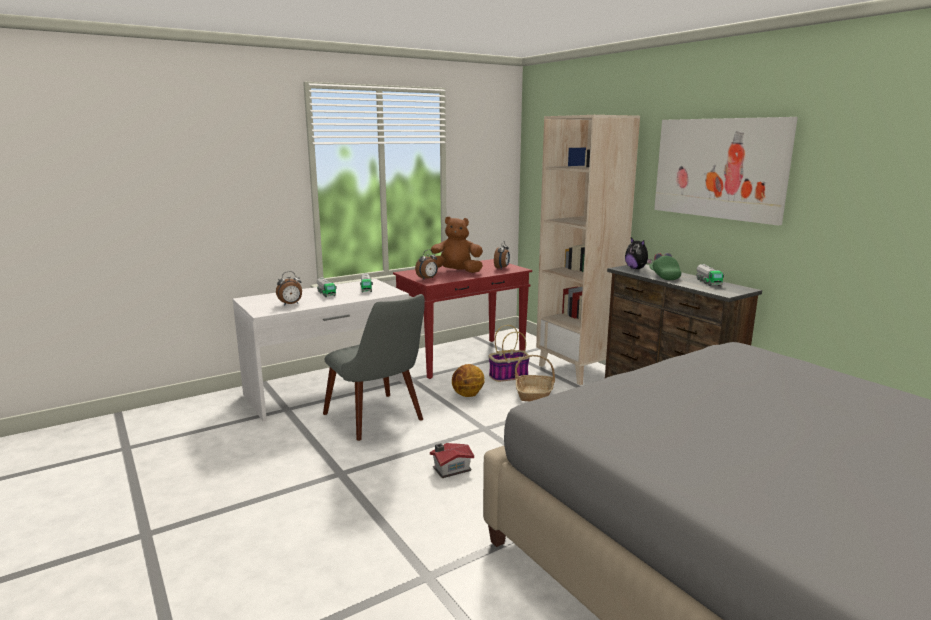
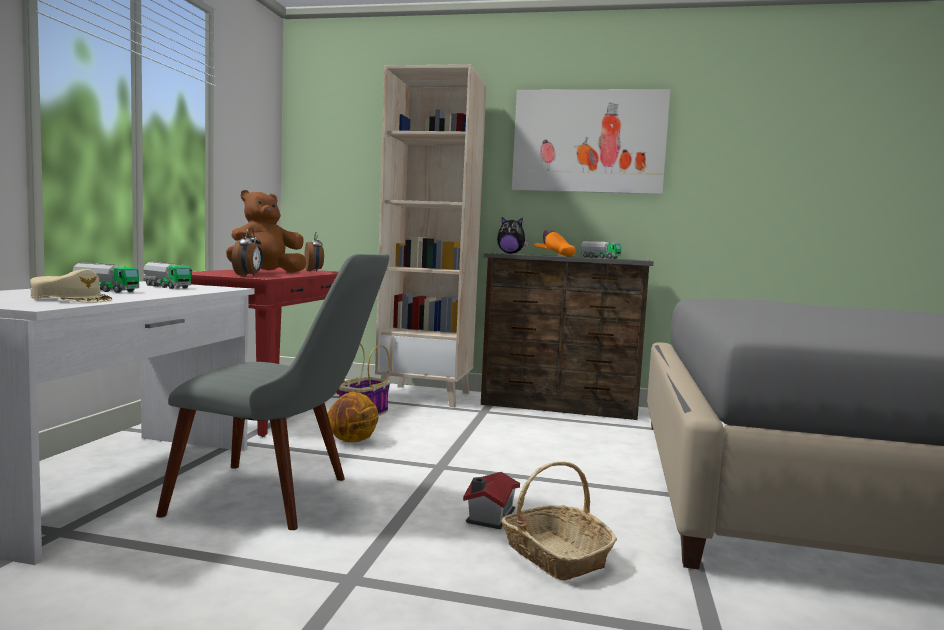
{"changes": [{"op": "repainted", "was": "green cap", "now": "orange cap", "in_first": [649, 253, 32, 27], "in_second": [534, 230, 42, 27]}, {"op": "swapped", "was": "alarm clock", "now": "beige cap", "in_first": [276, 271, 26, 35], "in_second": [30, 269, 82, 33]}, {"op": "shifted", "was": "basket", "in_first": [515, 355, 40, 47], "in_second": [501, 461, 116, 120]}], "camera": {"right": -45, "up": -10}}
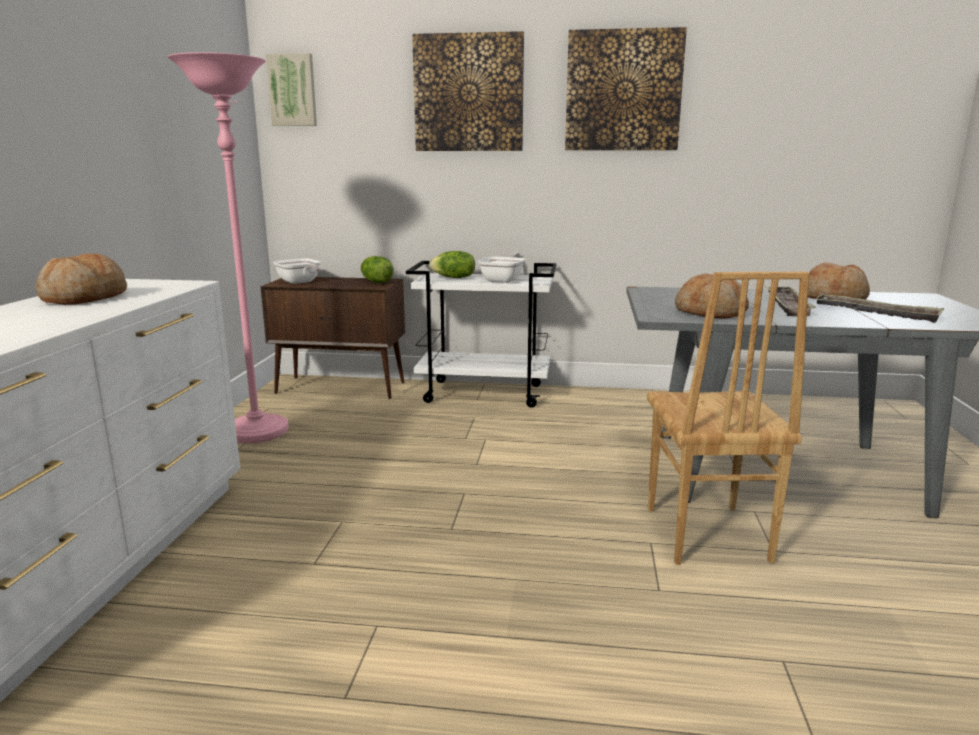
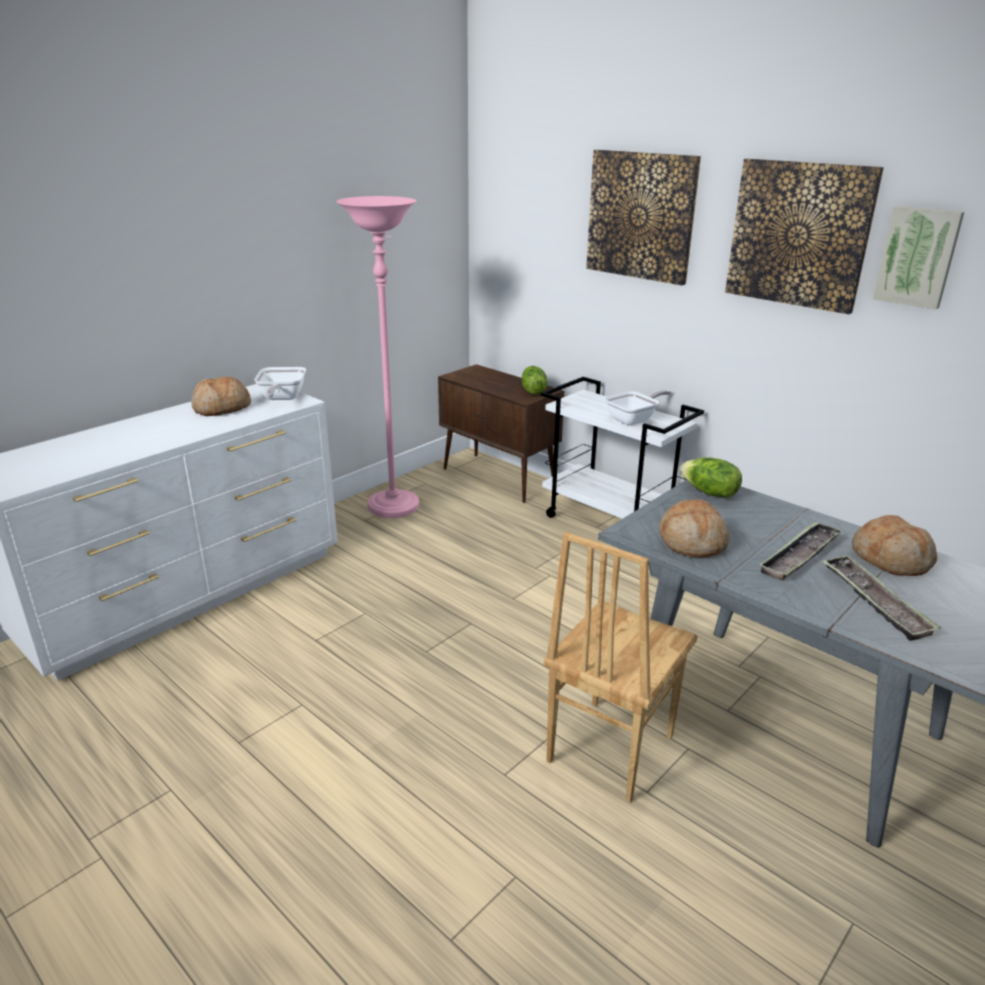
{"changes": [{"op": "shifted", "was": "picture", "in_first": [266, 53, 51, 73], "in_second": [873, 206, 91, 103]}, {"op": "shifted", "was": "lettuce", "in_first": [429, 251, 46, 27], "in_second": [680, 457, 62, 41]}, {"op": "shifted", "was": "frying pan", "in_first": [273, 258, 48, 26], "in_second": [254, 367, 52, 33]}], "camera": {"right": 35, "up": 10}}
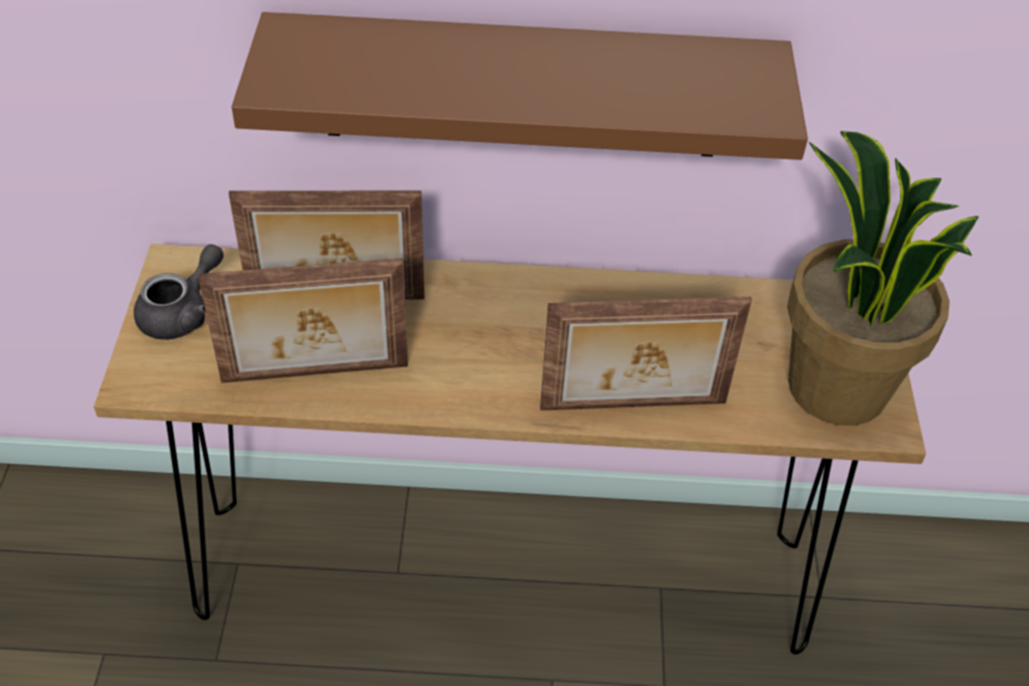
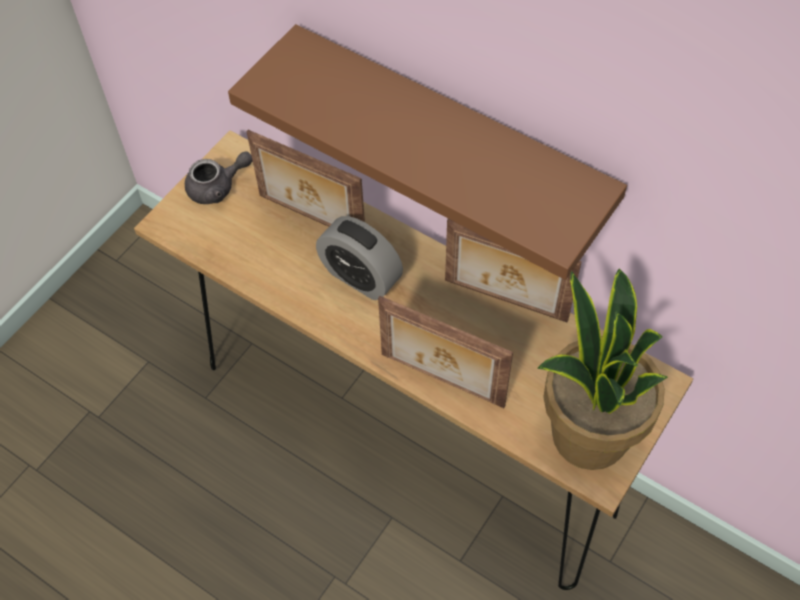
{"changes": [{"op": "shifted", "was": "picture frame", "in_first": [198, 258, 210, 125], "in_second": [445, 219, 137, 103]}, {"op": "new", "now": "alarm clock", "in_second": [316, 216, 87, 84]}], "camera": {"right": 35, "up": 10}}
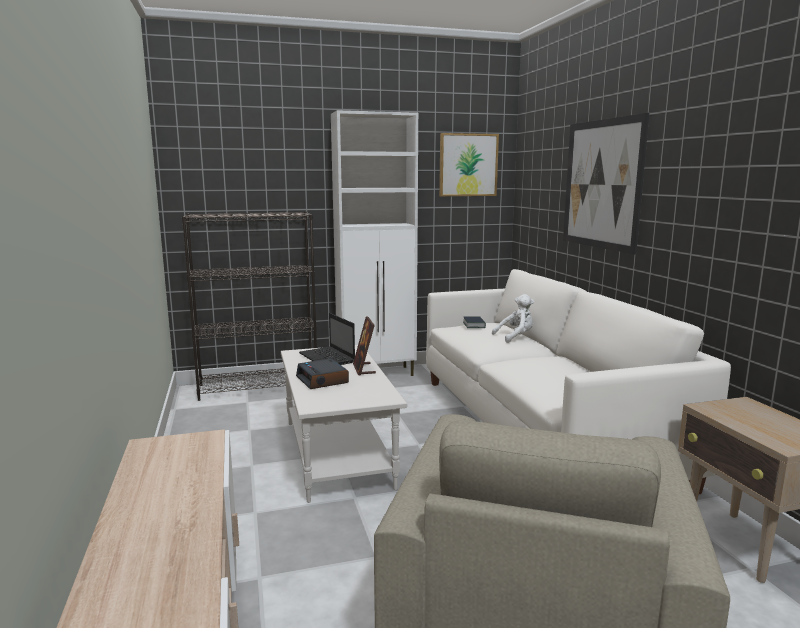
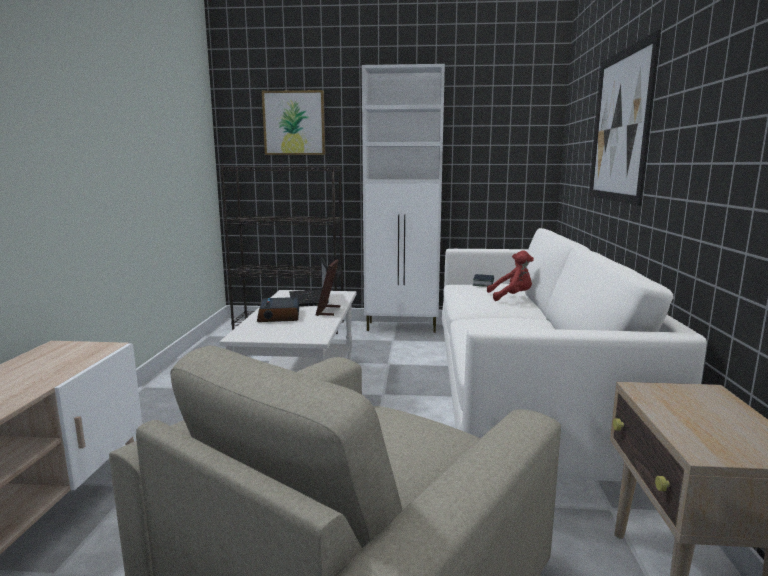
{"changes": [{"op": "shifted", "was": "picture", "in_first": [439, 133, 60, 63], "in_second": [262, 90, 63, 65]}, {"op": "repainted", "was": "white plush toy", "now": "red plush toy", "in_first": [492, 294, 42, 49], "in_second": [487, 250, 47, 51]}], "camera": {"right": 20, "up": 0}}
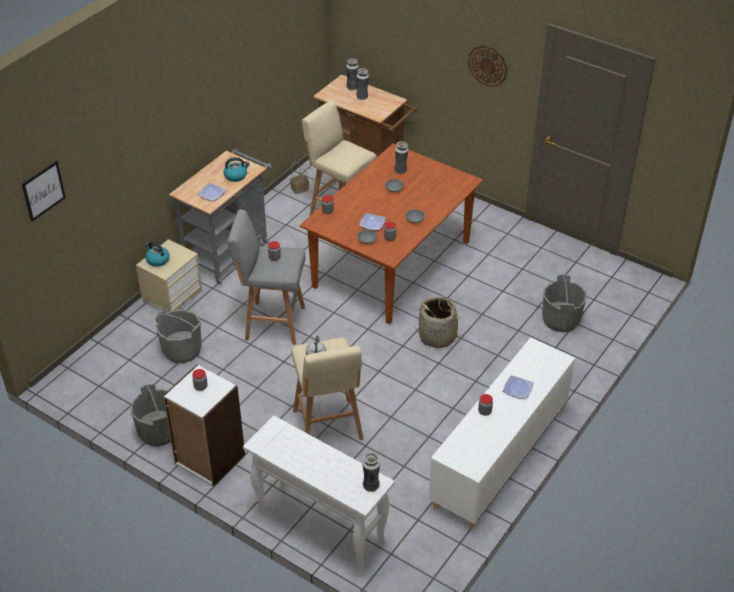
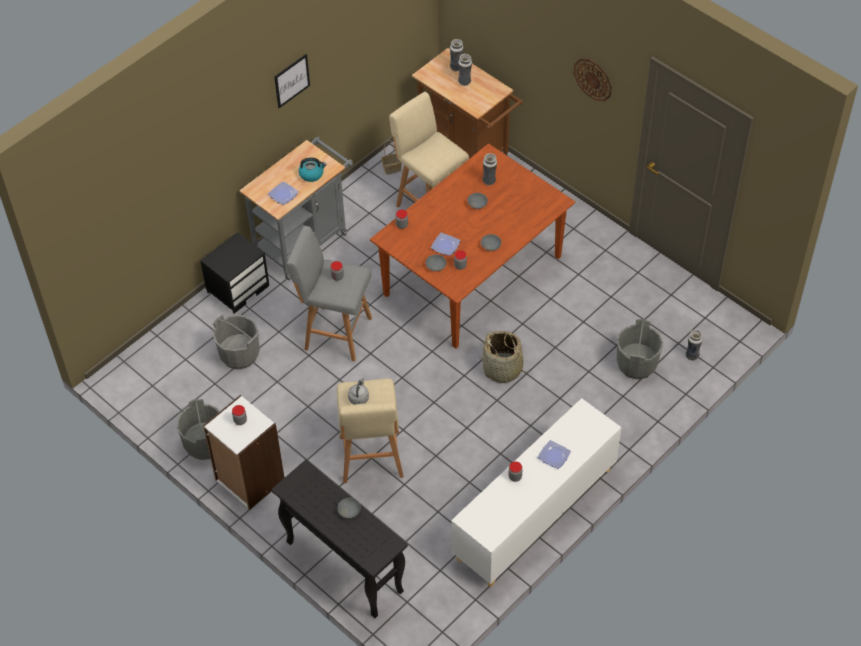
{"changes": [{"op": "shifted", "was": "picture", "in_first": [22, 161, 44, 60], "in_second": [274, 54, 36, 54]}, {"op": "repainted", "was": "beige nightstand", "now": "black nightstand", "in_first": [136, 239, 66, 73], "in_second": [200, 232, 69, 82]}, {"op": "gone", "was": "kettle", "in_first": [145, 241, 25, 26]}, {"op": "repainted", "was": "white console table", "now": "black console table", "in_first": [243, 415, 152, 159], "in_second": [271, 460, 137, 158]}, {"op": "shifted", "was": "vase", "in_first": [362, 452, 18, 40], "in_second": [685, 329, 18, 32]}, {"op": "new", "now": "grey bowl", "in_second": [337, 498, 24, 20]}], "camera": {"right": 10, "up": 10}}
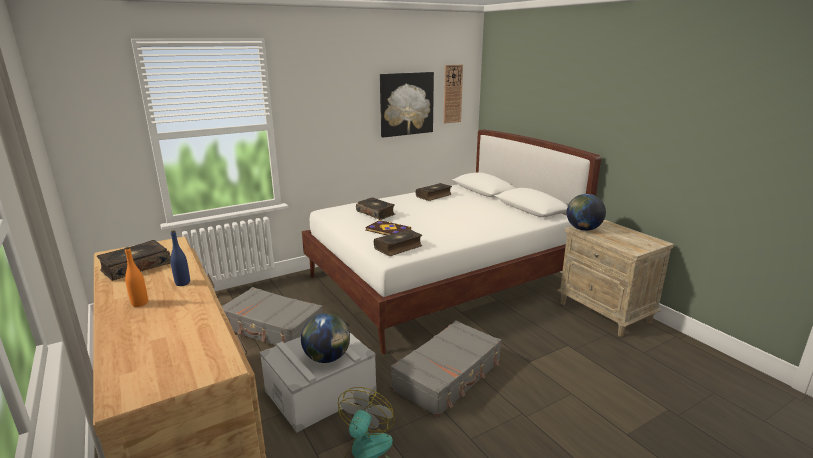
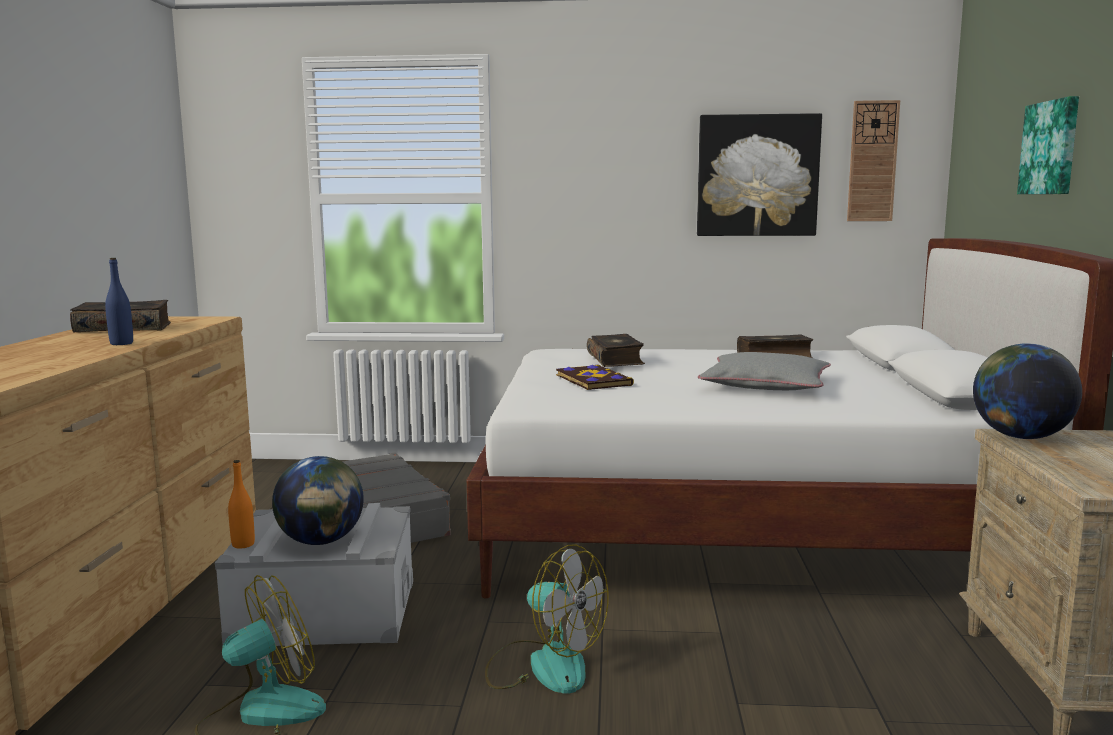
{"changes": [{"op": "gone", "was": "book", "in_first": [374, 229, 48, 27]}, {"op": "shifted", "was": "orange bottle", "in_first": [125, 247, 23, 60], "in_second": [228, 460, 27, 89]}, {"op": "swapped", "was": "grey suitcase", "now": "fan", "in_first": [391, 320, 111, 97], "in_second": [485, 544, 123, 150]}, {"op": "new", "now": "picture", "in_second": [1017, 96, 62, 98]}, {"op": "new", "now": "grey pillow", "in_second": [698, 352, 133, 38]}], "camera": {"right": 35, "up": -10}}
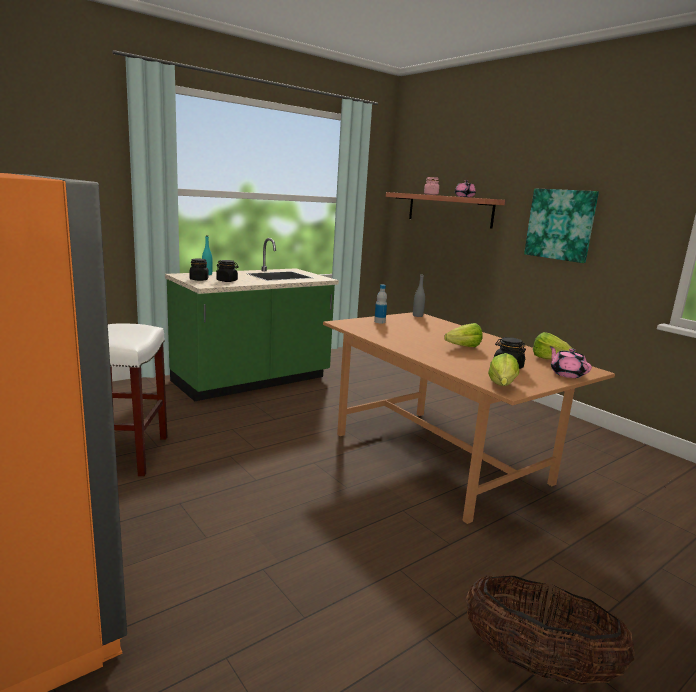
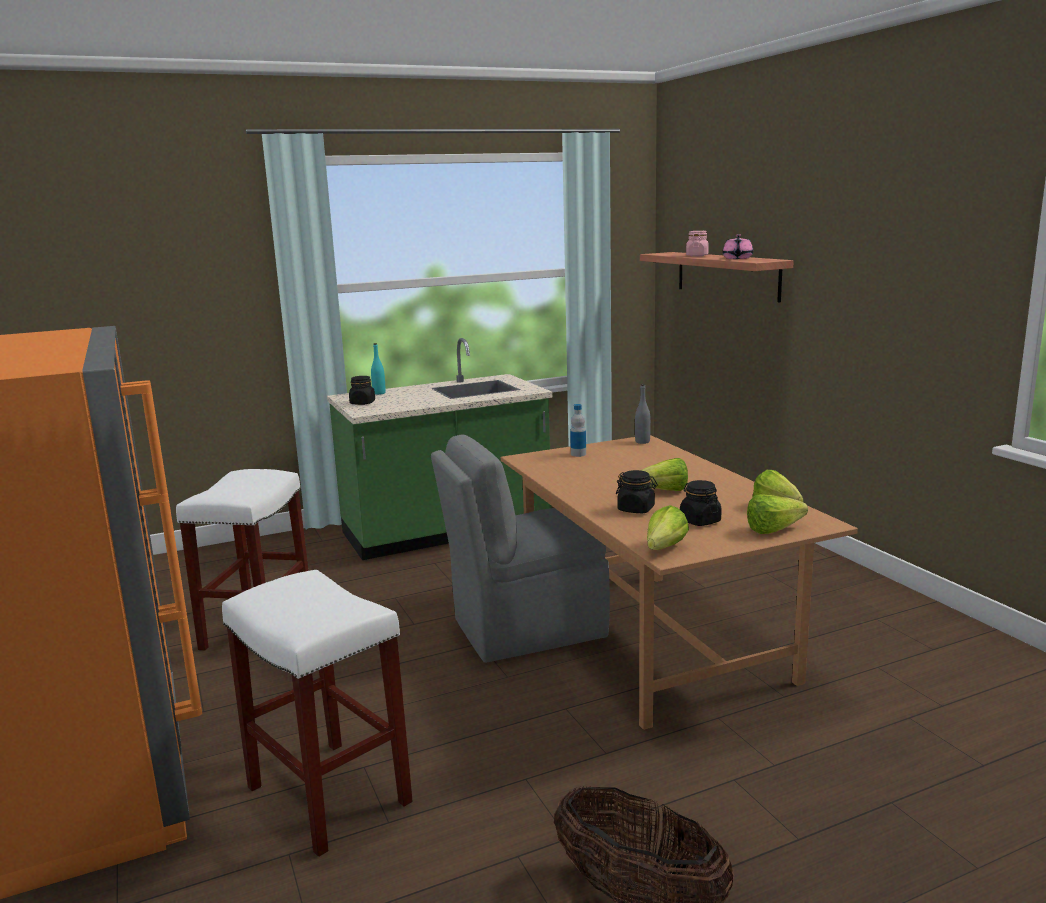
{"changes": [{"op": "gone", "was": "picture", "in_first": [524, 188, 75, 75]}, {"op": "shifted", "was": "black jar", "in_first": [216, 260, 23, 22], "in_second": [616, 470, 42, 43]}, {"op": "swapped", "was": "pink teapot", "now": "lettuce", "in_first": [550, 346, 42, 32], "in_second": [747, 494, 61, 40]}, {"op": "new", "now": "grey chair", "in_second": [431, 434, 179, 229]}, {"op": "new", "now": "white stool", "in_second": [222, 570, 191, 287]}], "camera": {"right": 15, "up": 0}}
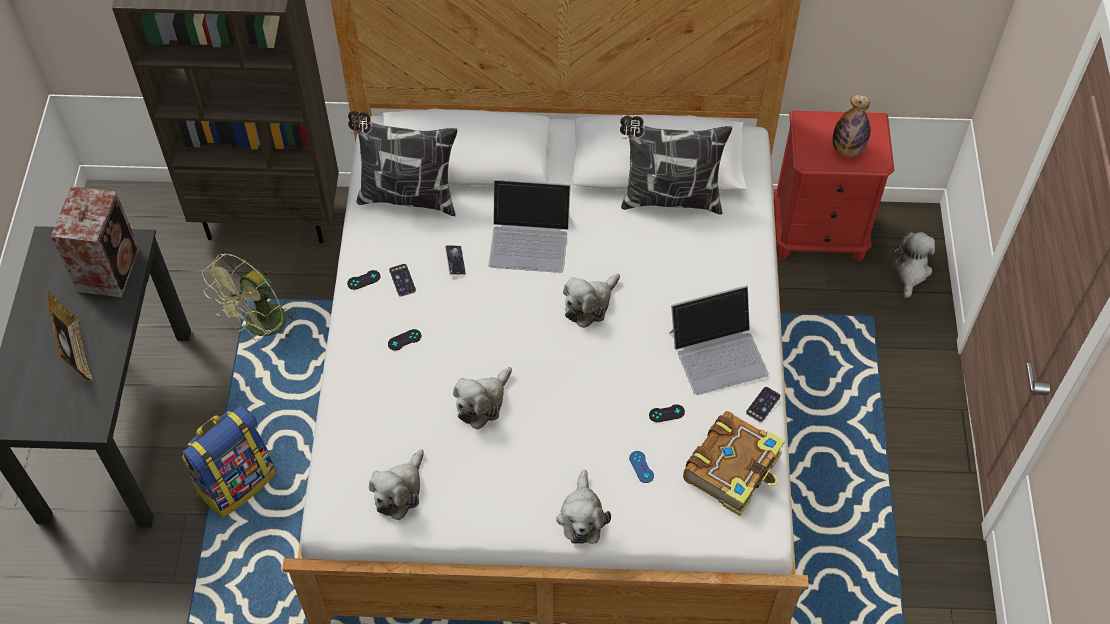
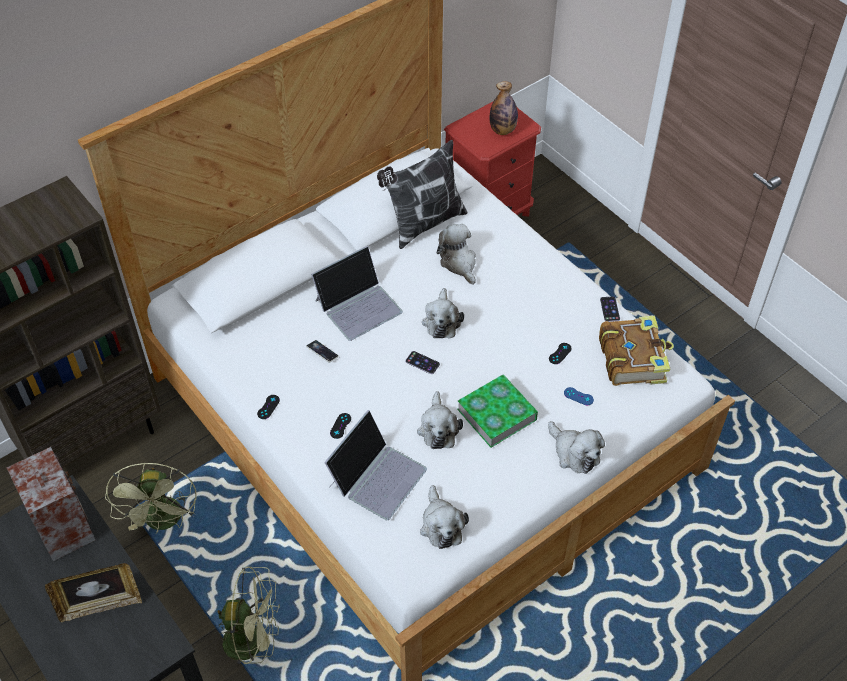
{"changes": [{"op": "gone", "was": "pillow", "in_first": [348, 111, 109, 105]}, {"op": "shifted", "was": "plush toy", "in_first": [892, 232, 43, 66], "in_second": [437, 224, 39, 60]}, {"op": "shifted", "was": "phone", "in_first": [389, 264, 27, 33], "in_second": [405, 351, 35, 23]}, {"op": "shifted", "was": "laptop", "in_first": [669, 285, 100, 110], "in_second": [324, 410, 103, 110]}, {"op": "rotated", "was": "picture frame", "in_first": [46, 290, 47, 91], "in_second": [45, 563, 97, 59], "clockwise": 135}, {"op": "swapped", "was": "backpack", "now": "green fan", "in_first": [182, 406, 94, 111], "in_second": [212, 566, 68, 98]}, {"op": "new", "now": "book", "in_second": [457, 374, 81, 74]}], "camera": {"right": -40, "up": -5}}
